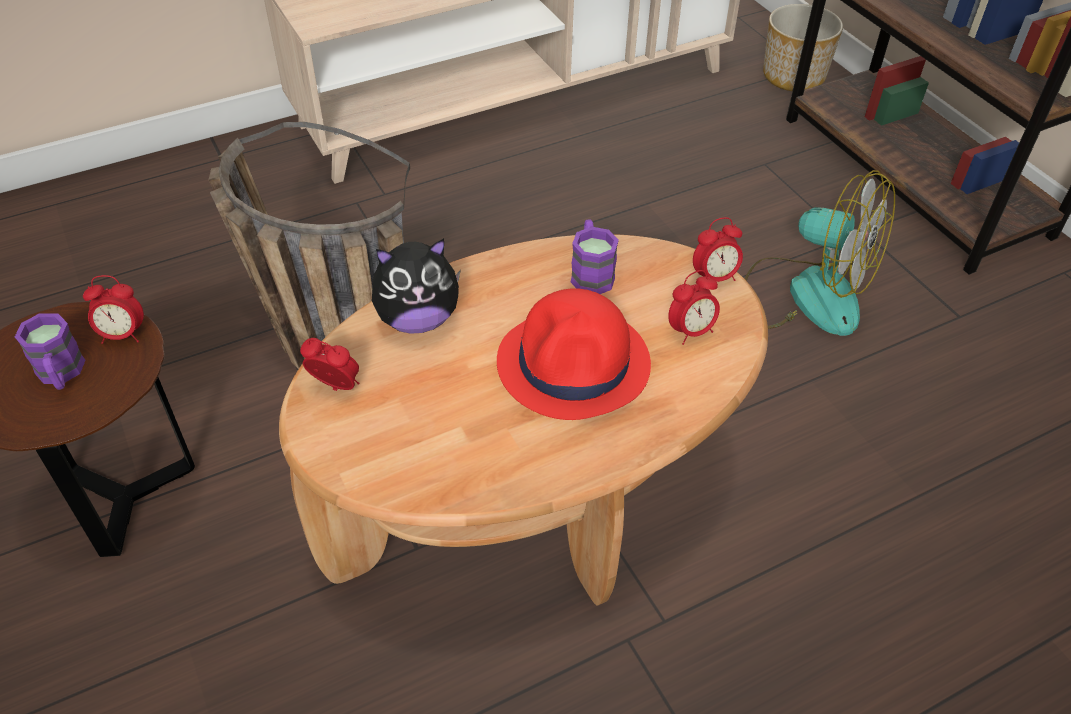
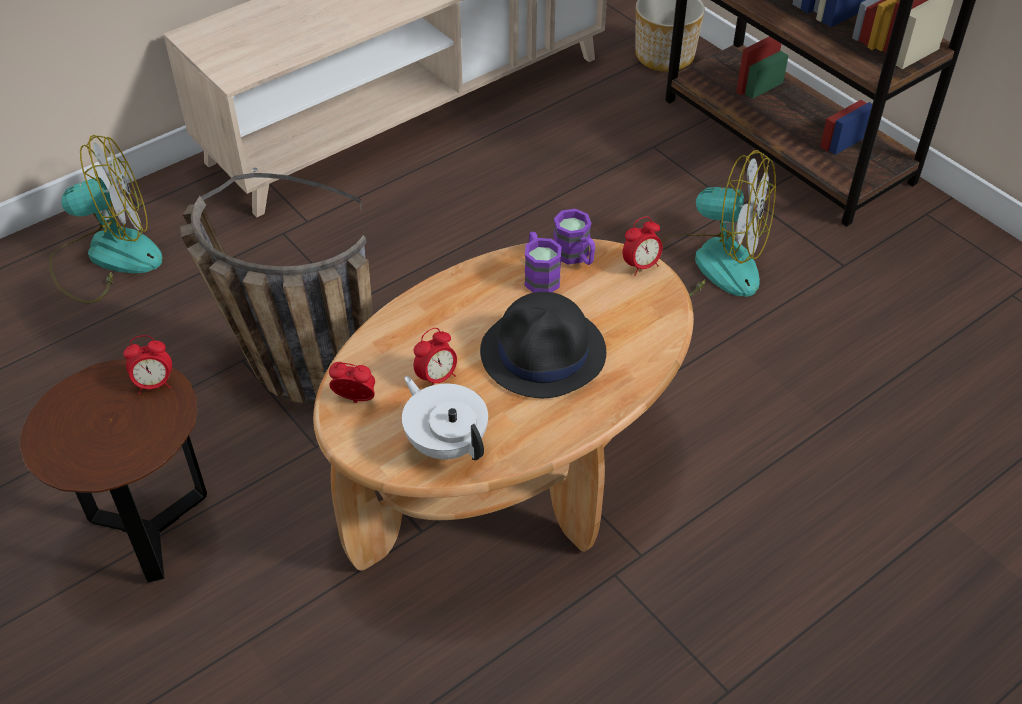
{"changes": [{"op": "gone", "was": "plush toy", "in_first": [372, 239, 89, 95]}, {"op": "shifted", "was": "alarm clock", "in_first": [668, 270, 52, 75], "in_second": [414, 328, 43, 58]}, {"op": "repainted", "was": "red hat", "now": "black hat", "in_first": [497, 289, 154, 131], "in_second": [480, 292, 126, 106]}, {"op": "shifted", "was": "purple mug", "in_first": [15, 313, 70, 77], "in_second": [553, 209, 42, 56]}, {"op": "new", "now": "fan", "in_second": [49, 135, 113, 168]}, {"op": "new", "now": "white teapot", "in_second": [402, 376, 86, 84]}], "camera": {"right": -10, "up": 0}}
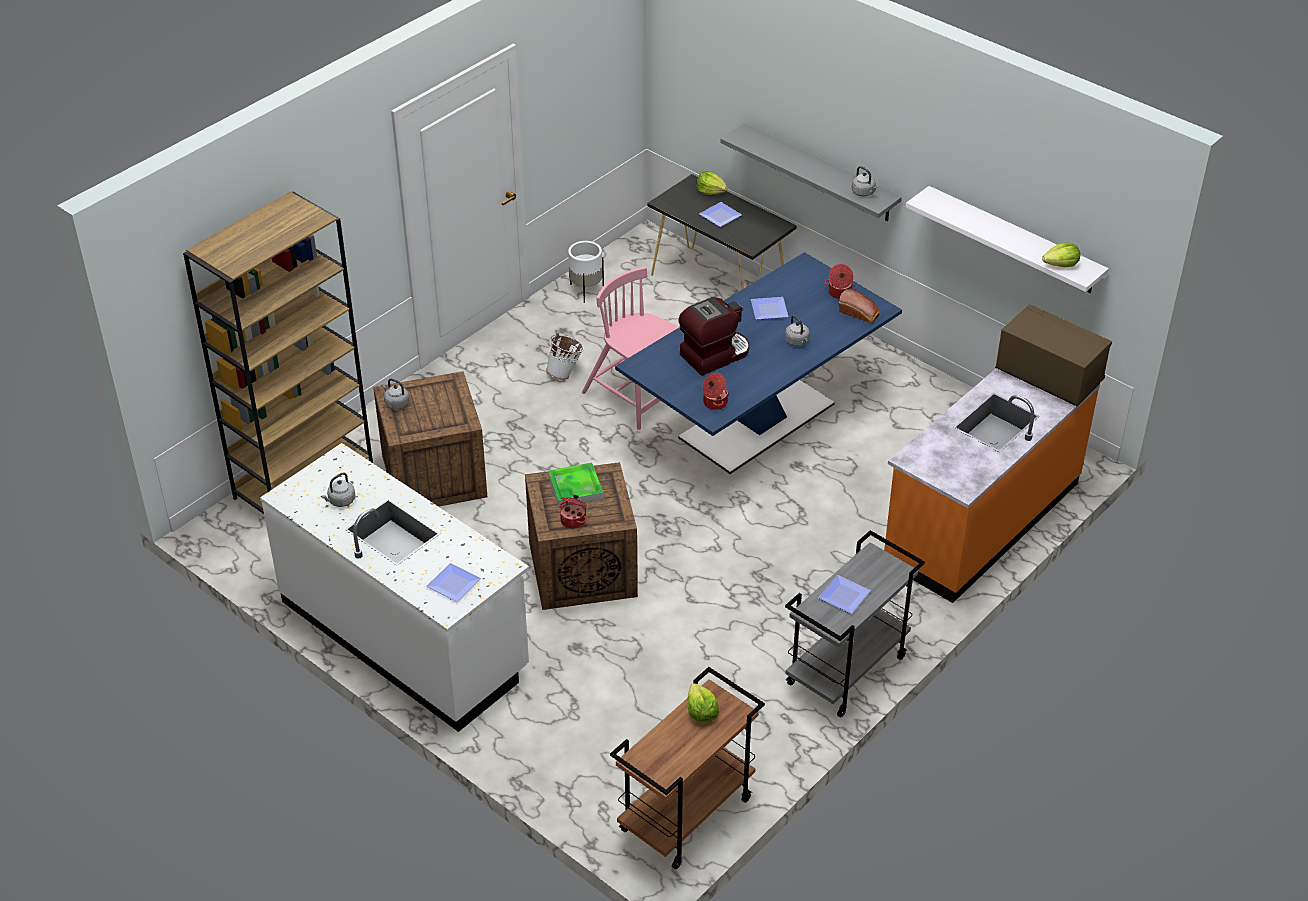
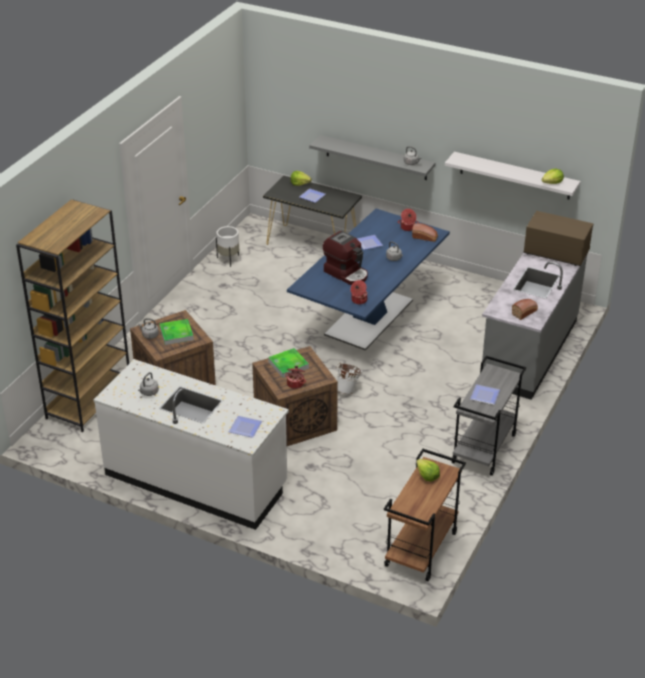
{"changes": [{"op": "gone", "was": "pink chair", "in_first": [582, 267, 97, 163]}, {"op": "rotated", "was": "coffee machine", "in_first": [678, 297, 71, 79], "in_second": [323, 231, 45, 54], "clockwise": 90}, {"op": "shifted", "was": "white bucket", "in_first": [546, 333, 38, 46], "in_second": [336, 362, 26, 32]}, {"op": "repainted", "was": "orange counter", "now": "grey counter", "in_first": [884, 368, 216, 235], "in_second": [482, 253, 106, 147]}, {"op": "new", "now": "bread", "in_second": [512, 299, 26, 21]}, {"op": "new", "now": "tray", "in_second": [160, 319, 34, 26]}], "camera": {"right": -15, "up": -5}}
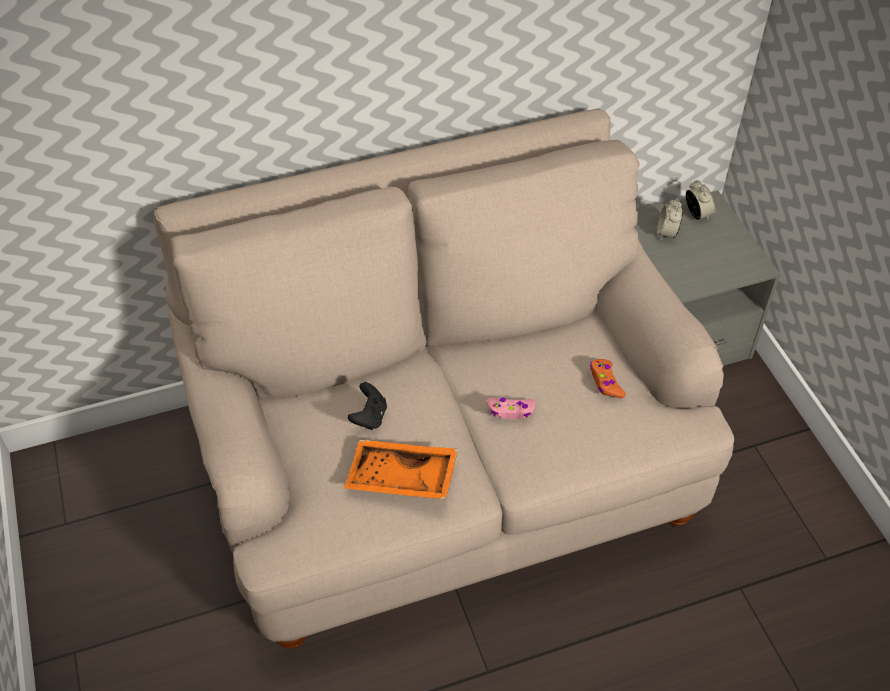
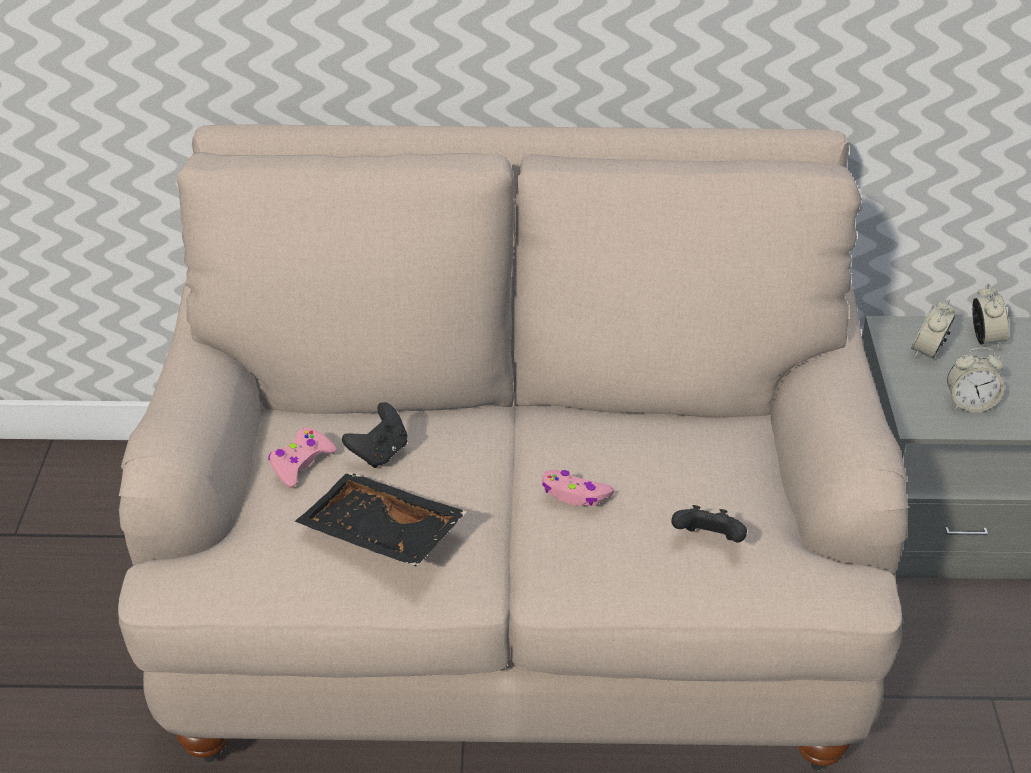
{"changes": [{"op": "gone", "was": "orange game controller", "in_first": [590, 359, 36, 39]}, {"op": "repainted", "was": "orange tray", "now": "black tray", "in_first": [344, 440, 114, 59], "in_second": [294, 472, 173, 95]}, {"op": "new", "now": "alarm clock", "in_second": [947, 347, 57, 65]}, {"op": "new", "now": "pink game controller", "in_second": [268, 427, 69, 60]}, {"op": "new", "now": "black game controller", "in_second": [671, 505, 76, 37]}], "camera": {"right": 20, "up": -10}}
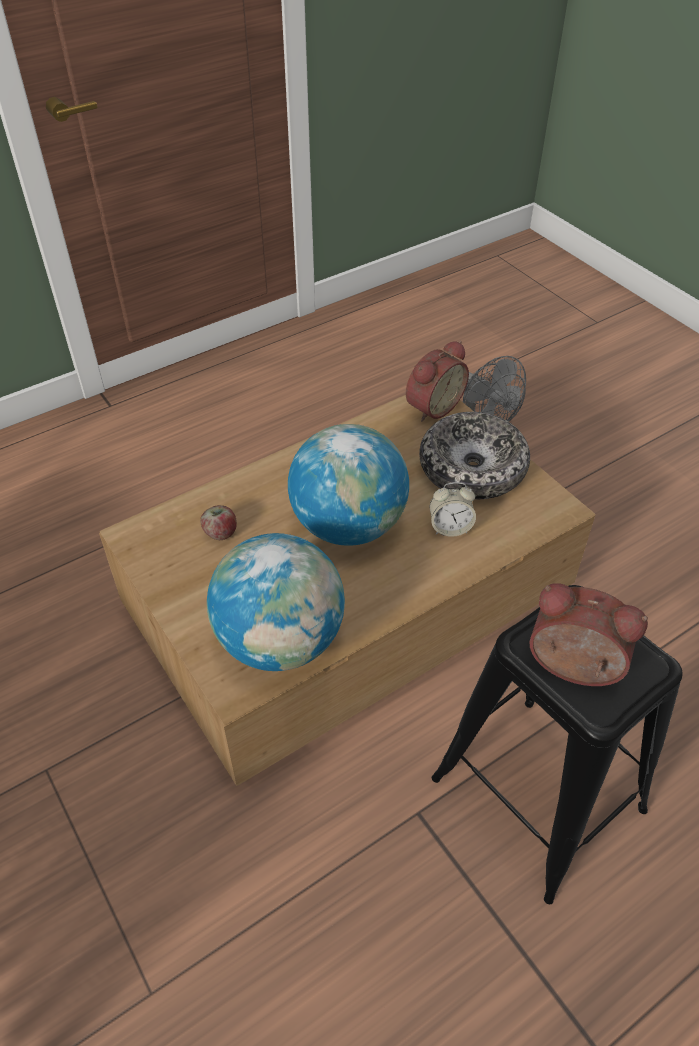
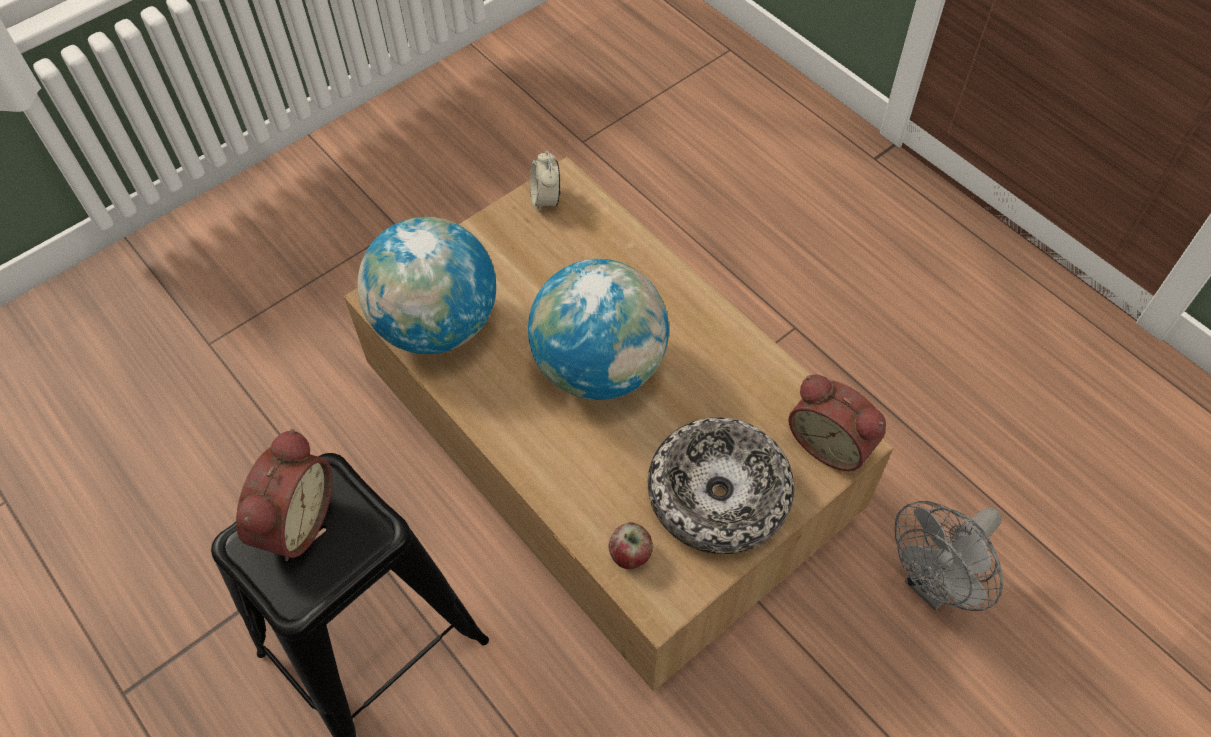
{"changes": [{"op": "shifted", "was": "alarm clock", "in_first": [430, 482, 46, 55], "in_second": [530, 151, 30, 61]}, {"op": "shifted", "was": "apple", "in_first": [200, 505, 37, 35], "in_second": [608, 522, 45, 47]}], "camera": {"right": 85, "up": 10}}
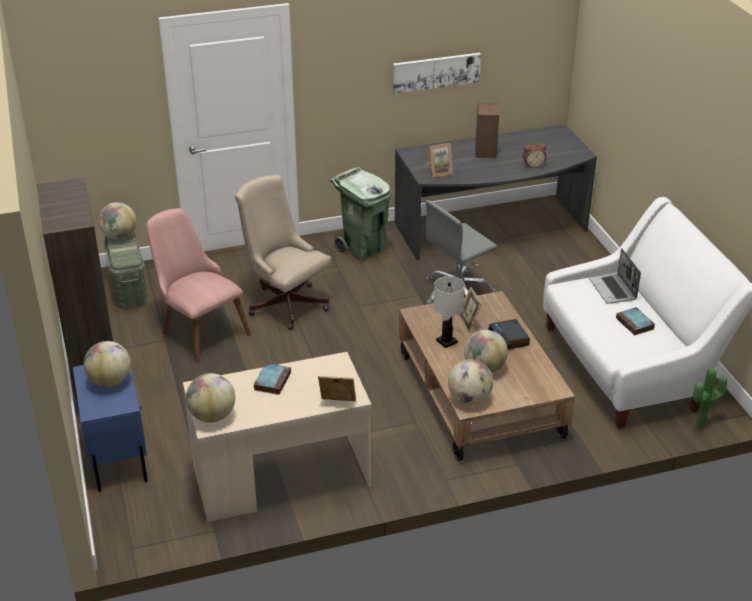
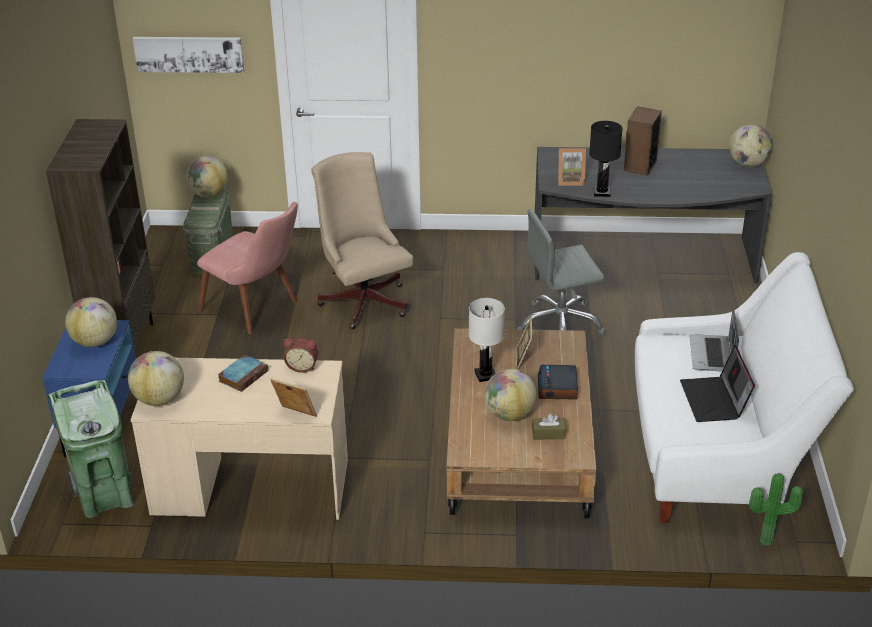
{"changes": [{"op": "shifted", "was": "picture", "in_first": [393, 53, 88, 41], "in_second": [133, 37, 111, 36]}, {"op": "shifted", "was": "alarm clock", "in_first": [523, 143, 23, 25], "in_second": [283, 338, 35, 35]}, {"op": "shifted", "was": "green trash can", "in_first": [330, 167, 62, 94], "in_second": [47, 380, 87, 138]}, {"op": "rotated", "was": "pink chair", "in_first": [146, 208, 105, 155], "in_second": [197, 202, 101, 132], "clockwise": 150}, {"op": "swapped", "was": "book", "now": "laptop", "in_first": [616, 307, 39, 28], "in_second": [680, 345, 75, 77]}, {"op": "shifted", "was": "globe", "in_first": [448, 359, 45, 45], "in_second": [729, 124, 44, 43]}, {"op": "new", "now": "black table lamp", "in_second": [589, 121, 34, 76]}, {"op": "new", "now": "brown tissue box", "in_second": [532, 414, 34, 26]}], "camera": {"right": 20, "up": 0}}
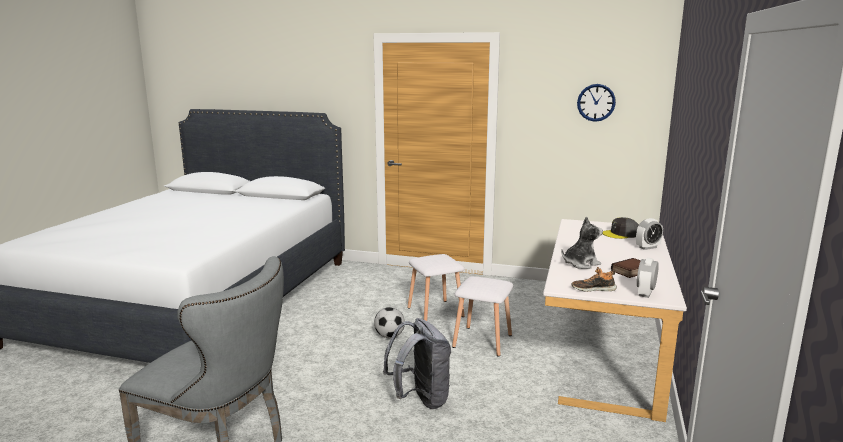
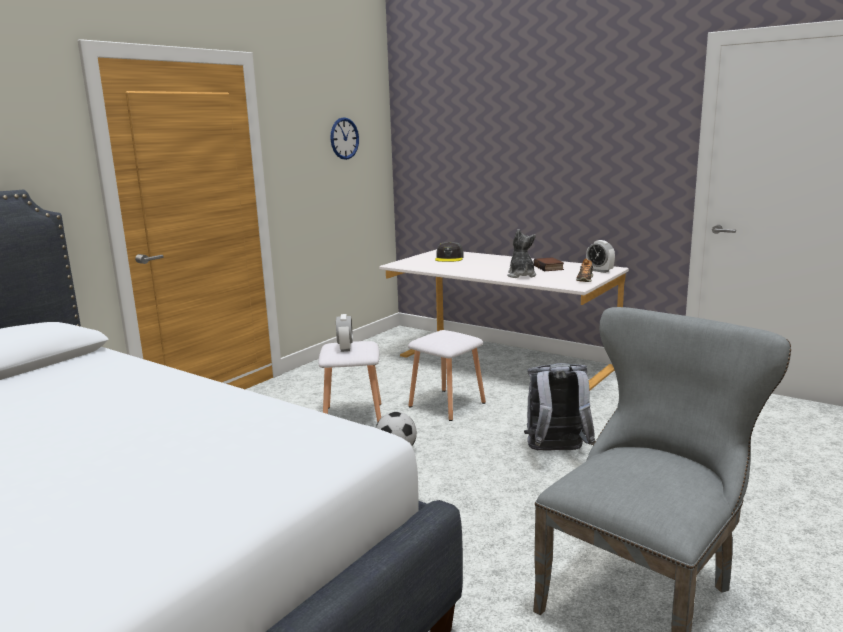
{"changes": [{"op": "shifted", "was": "alarm clock", "in_first": [636, 218, 27, 32], "in_second": [336, 314, 17, 38]}], "camera": {"right": -70, "up": 0}}
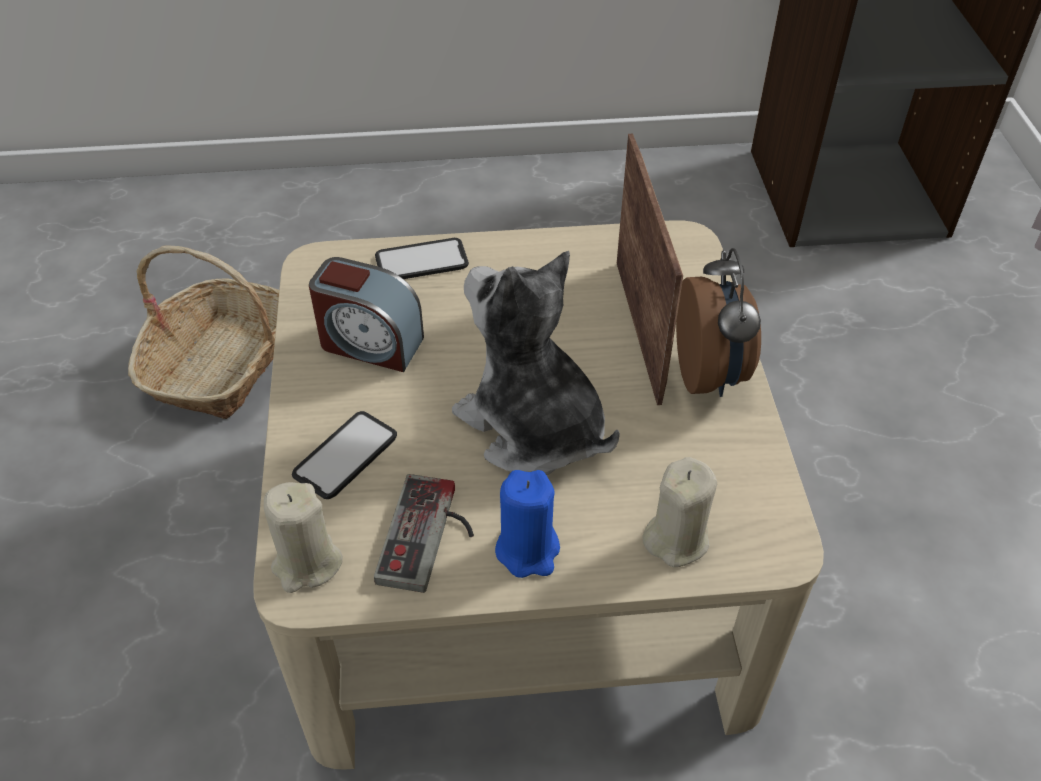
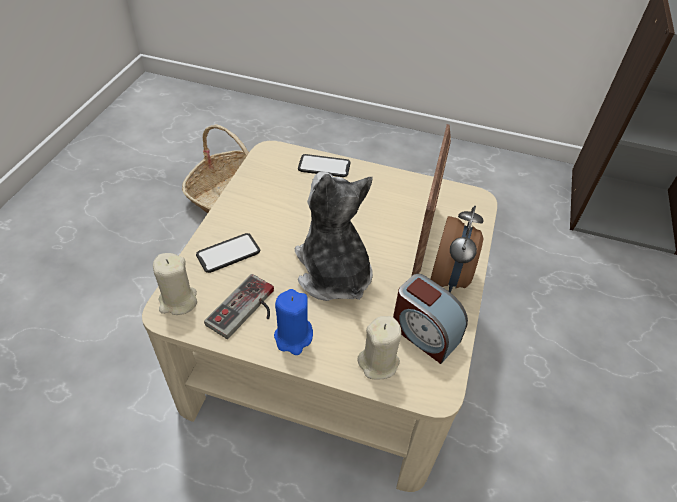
{"changes": [{"op": "shifted", "was": "alarm clock", "in_first": [309, 257, 115, 115], "in_second": [393, 274, 75, 90]}], "camera": {"right": 20, "up": 0}}
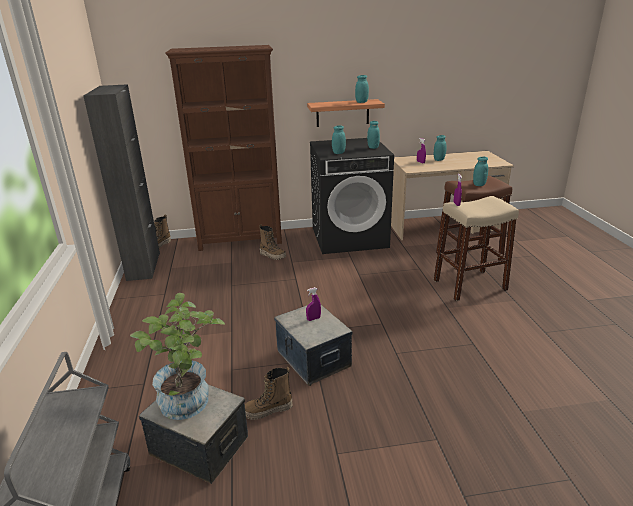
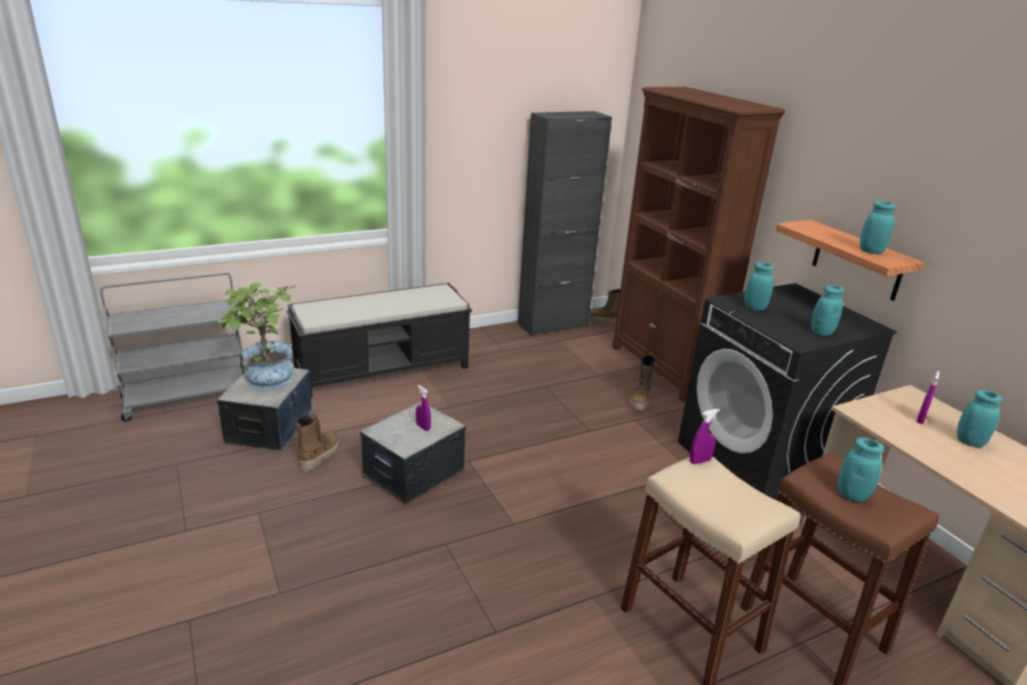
{"changes": [{"op": "rotated", "was": "boot", "in_first": [244, 367, 49, 53], "in_second": [296, 415, 43, 57], "clockwise": 60}, {"op": "new", "now": "black bench", "in_second": [287, 283, 185, 114]}], "camera": {"right": 70, "up": 0}}
